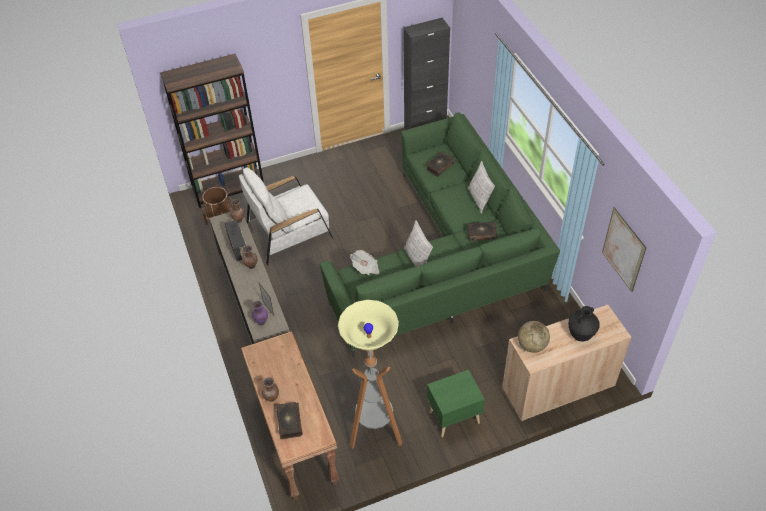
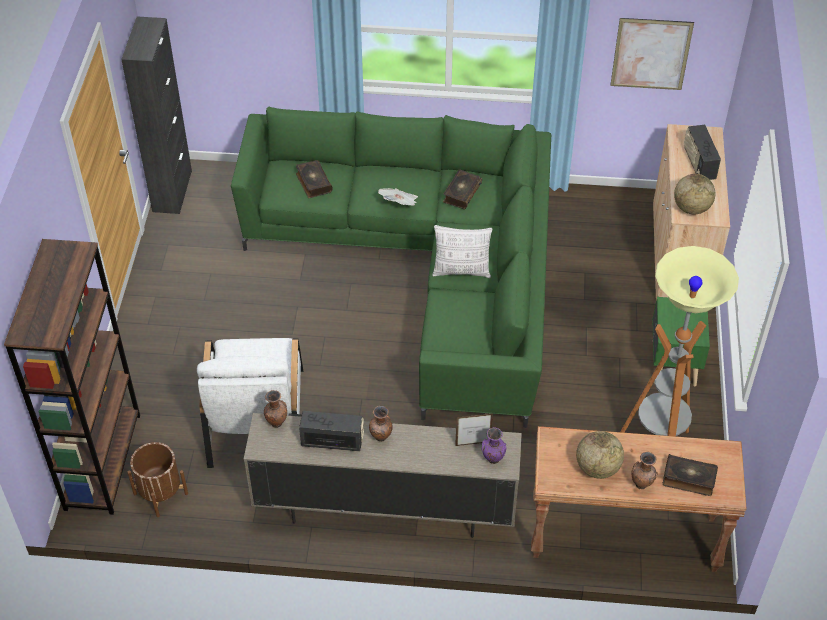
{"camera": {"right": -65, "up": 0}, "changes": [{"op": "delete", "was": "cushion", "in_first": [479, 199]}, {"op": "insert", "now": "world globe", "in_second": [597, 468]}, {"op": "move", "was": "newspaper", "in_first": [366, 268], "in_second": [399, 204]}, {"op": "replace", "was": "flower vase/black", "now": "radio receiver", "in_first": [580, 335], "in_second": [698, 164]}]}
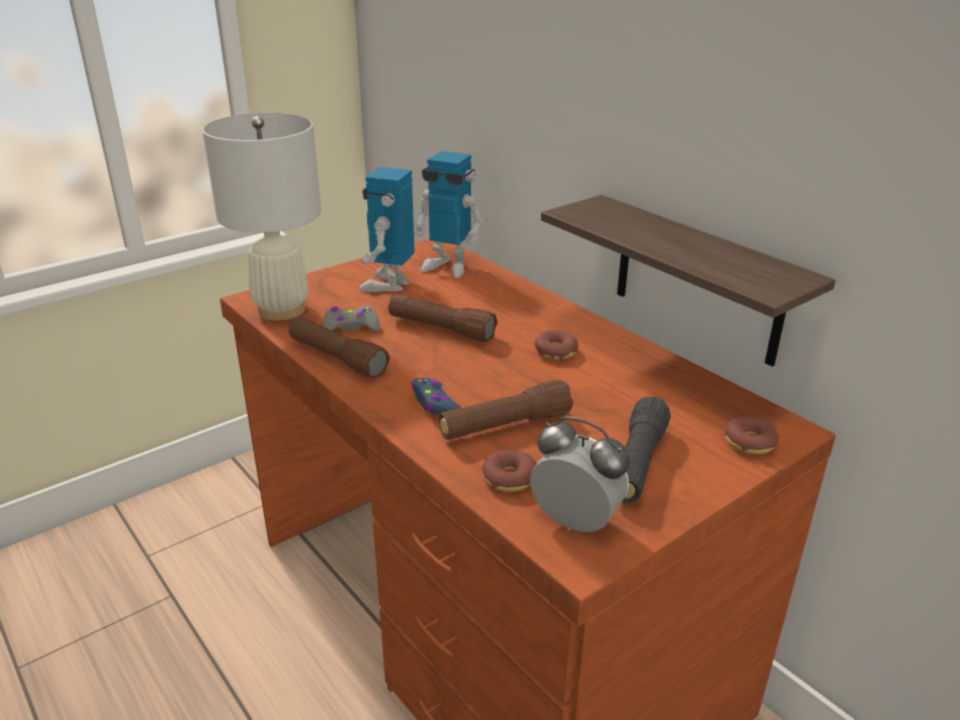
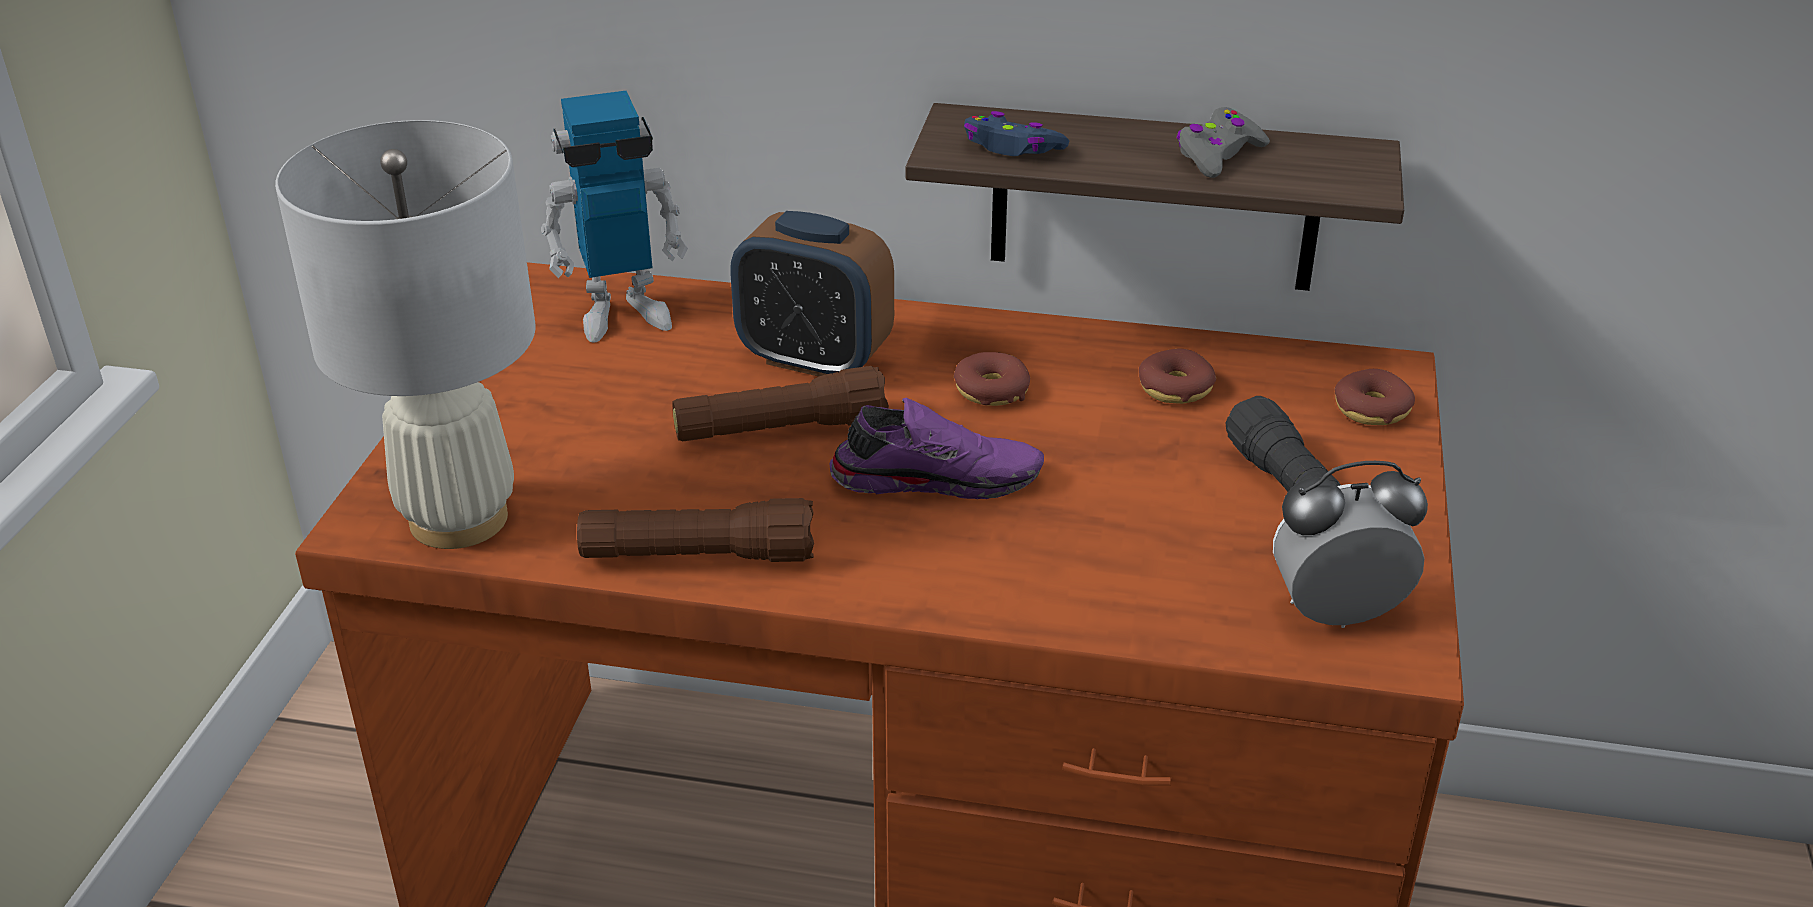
{"camera": {"right": -40, "up": 5}, "changes": [{"op": "delete", "was": "model robot", "in_first": [388, 284]}, {"op": "delete", "was": "torch/brown-coloured", "in_first": [505, 426]}, {"op": "insert", "now": "bedside clock", "in_second": [814, 359]}, {"op": "insert", "now": "low shoe/purple", "in_second": [936, 477]}, {"op": "move", "was": "gamepad/gray", "in_first": [351, 327], "in_second": [1218, 155]}, {"op": "move", "was": "gamepad/blue", "in_first": [435, 404], "in_second": [1012, 148]}, {"op": "move", "was": "doughnut", "in_first": [509, 478], "in_second": [1175, 388]}]}
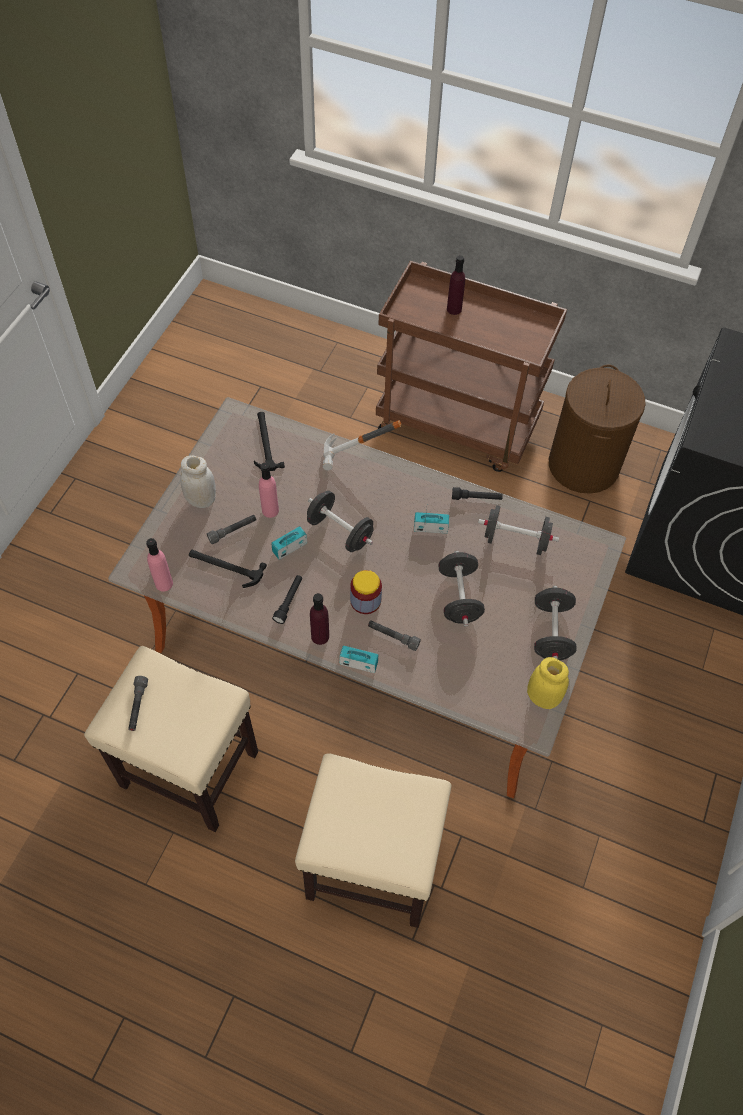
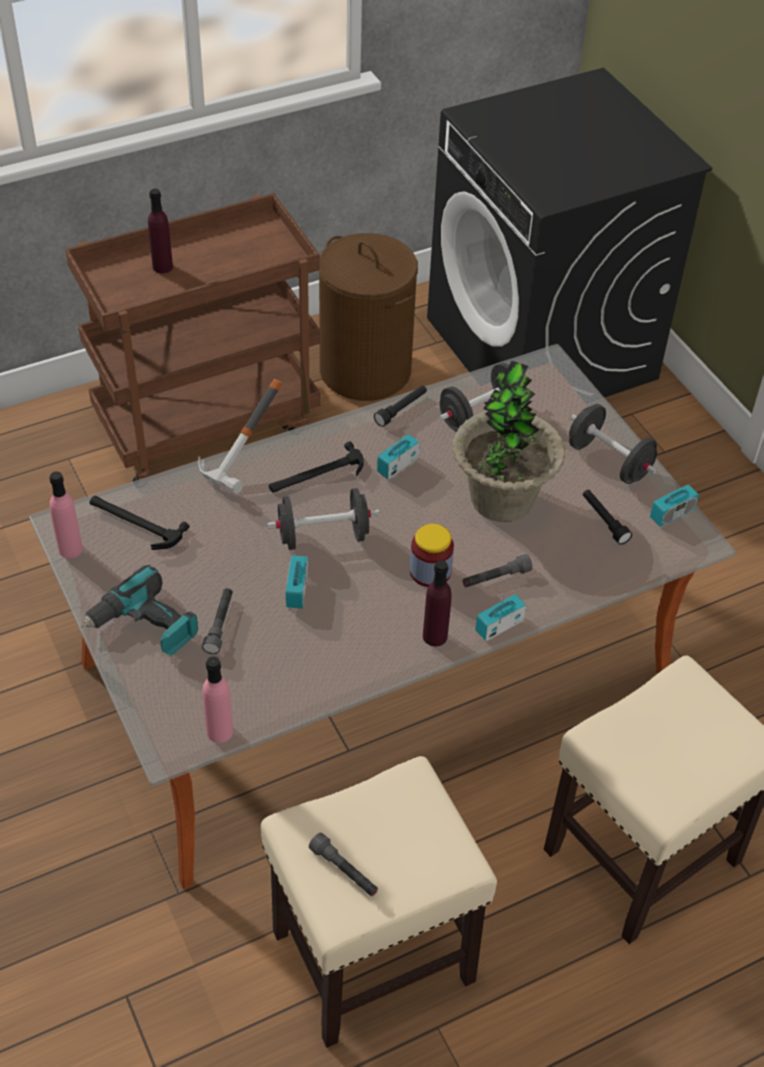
{"camera": {"right": -50, "up": -10}, "changes": [{"op": "move", "was": "hand hammer", "in_first": [225, 567], "in_second": [316, 475]}, {"op": "move", "was": "bottle/pink-coloured", "in_first": [270, 510], "in_second": [70, 549]}, {"op": "move", "was": "torch/black", "in_first": [289, 601], "in_second": [604, 521]}, {"op": "replace", "was": "storage jar/white", "now": "power drill", "in_first": [201, 500], "in_second": [144, 626]}, {"op": "replace", "was": "hand weight/black", "now": "houseplant", "in_first": [459, 597], "in_second": [501, 498]}, {"op": "replace", "was": "storage jar/yellow", "now": "radio receiver", "in_first": [542, 697], "in_second": [672, 514]}]}
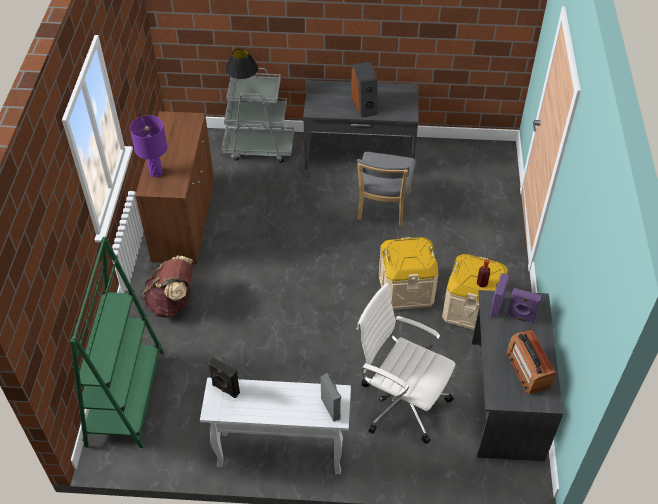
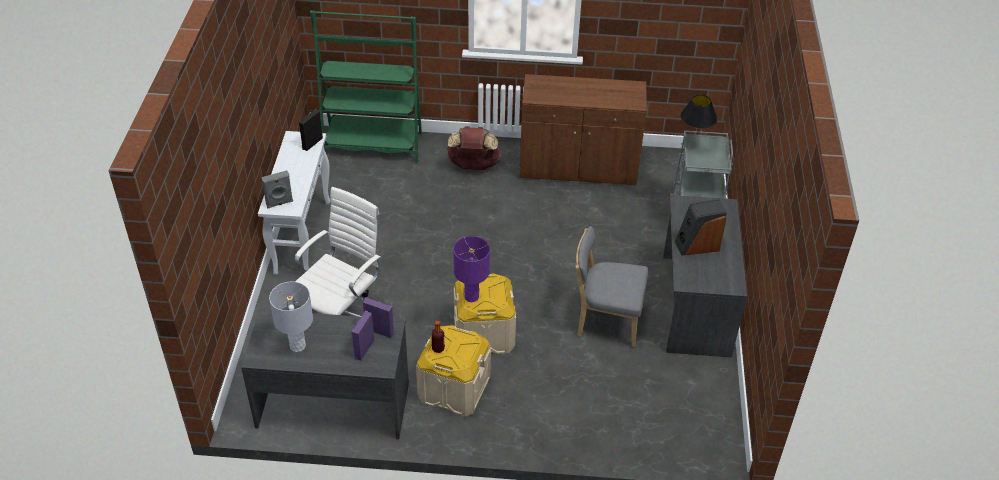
{"camera": {"right": 90, "up": -5}, "changes": [{"op": "move", "was": "lamp for a table/purple", "in_first": [156, 172], "in_second": [471, 297]}, {"op": "replace", "was": "radio receiver", "now": "lamp for a table/gray", "in_first": [527, 369], "in_second": [297, 346]}]}
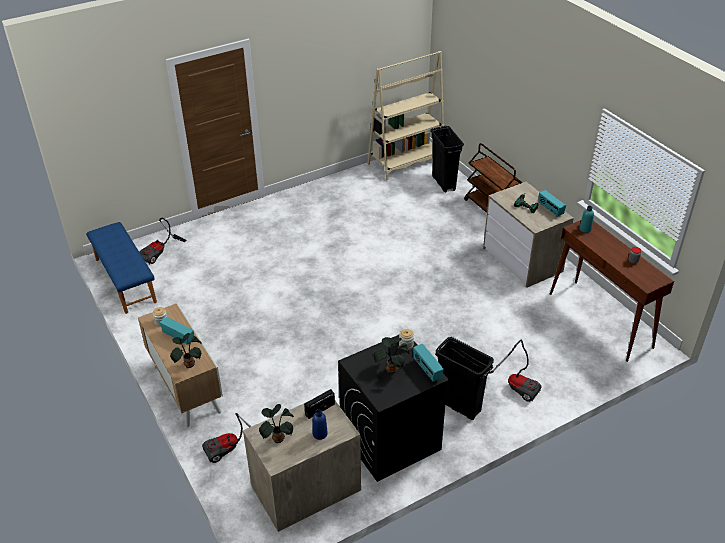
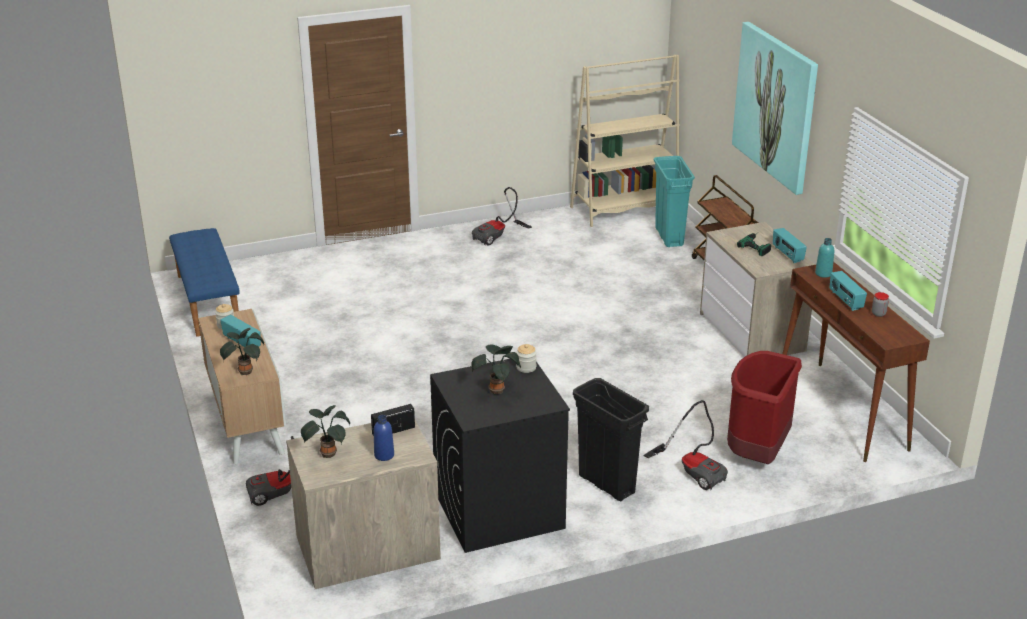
{"camera": {"right": 10, "up": -10}, "changes": [{"op": "insert", "now": "waste bin/red", "in_second": [757, 453]}, {"op": "insert", "now": "wall picture", "in_second": [776, 106]}, {"op": "move", "was": "hoover", "in_first": [160, 253], "in_second": [498, 236]}, {"op": "move", "was": "radio receiver", "in_first": [427, 370], "in_second": [845, 301]}, {"op": "recolor", "was": "waste bin/black", "now": "waste bin/blue-green", "in_first": [444, 183], "in_second": [669, 237]}]}
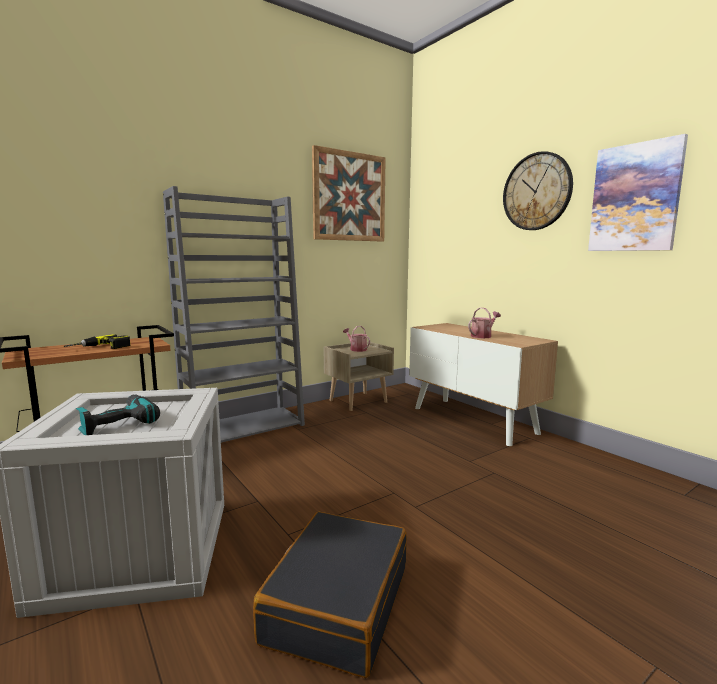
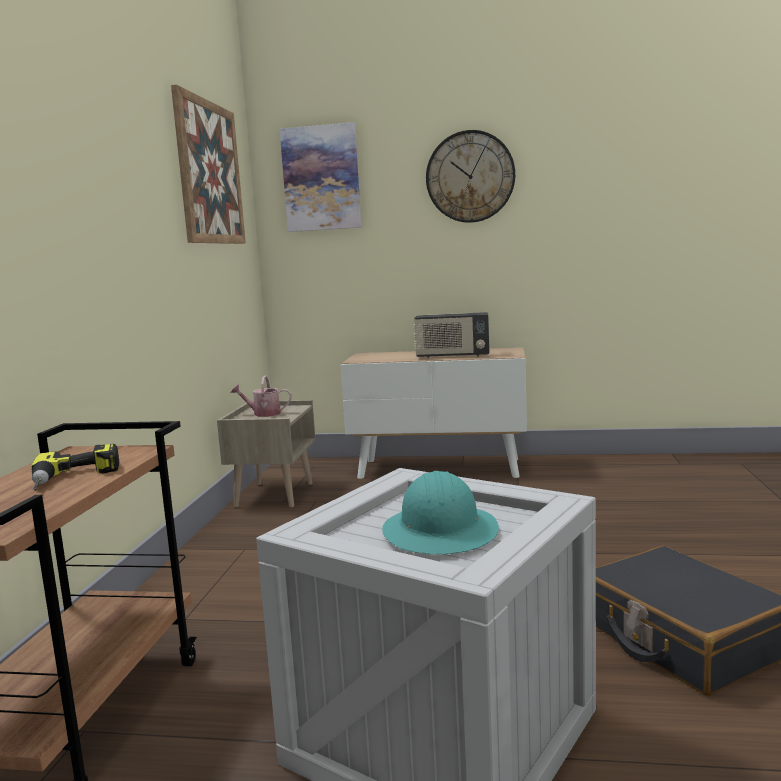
{"camera": {"right": -45, "up": 0}, "changes": [{"op": "delete", "was": "bookcase/gray", "in_first": [244, 427]}, {"op": "move", "was": "wall picture", "in_first": [635, 198], "in_second": [321, 178]}, {"op": "replace", "was": "power drill", "now": "work helmet/blue-green", "in_first": [118, 423], "in_second": [441, 532]}, {"op": "replace", "was": "watering can", "now": "radio receiver", "in_first": [483, 336], "in_second": [452, 356]}]}
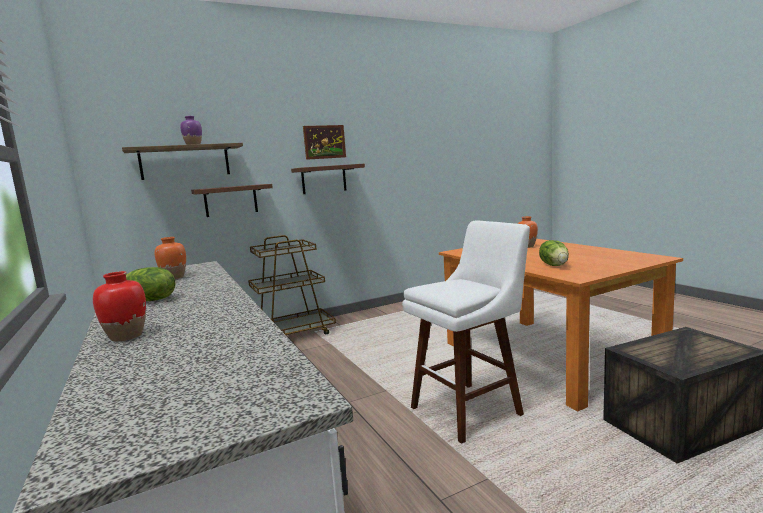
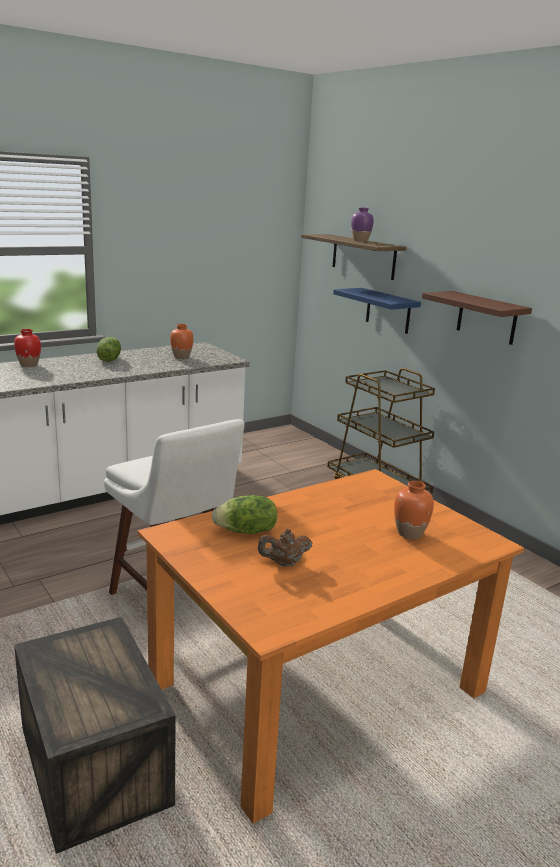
{"camera": {"right": 80, "up": 10}, "changes": [{"op": "delete", "was": "wall picture", "in_first": [324, 142]}, {"op": "insert", "now": "pot for tea/brown-coloured", "in_second": [284, 563]}, {"op": "recolor", "was": "bracket shelf/brown-coloured", "now": "bracket shelf/blue", "in_first": [231, 200], "in_second": [388, 311]}]}
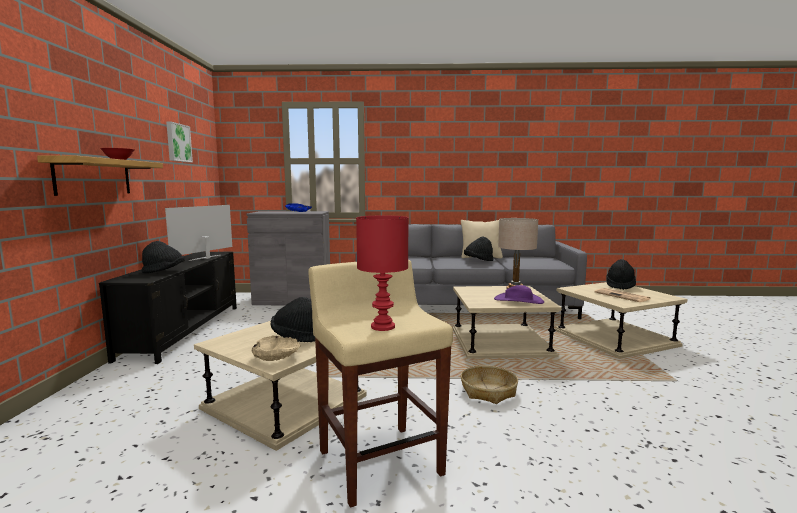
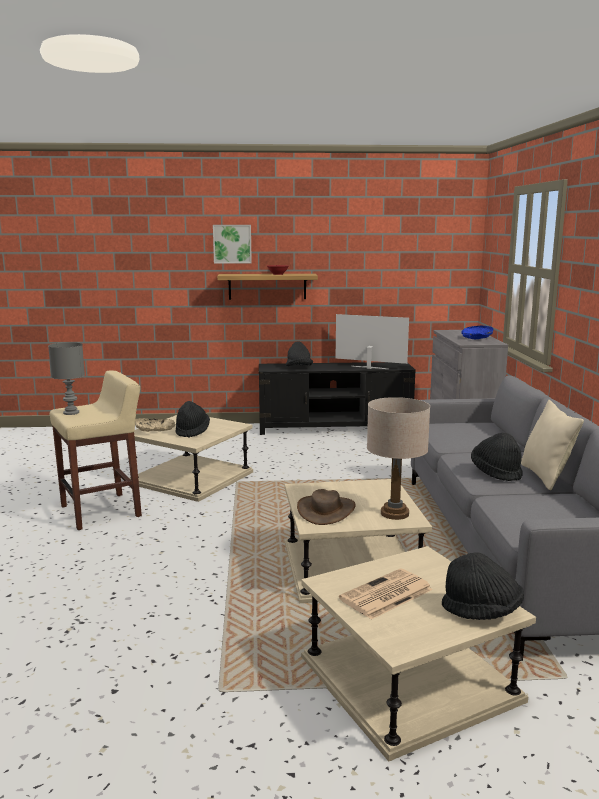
{"camera": {"right": 85, "up": 5}, "changes": [{"op": "delete", "was": "household basket", "in_first": [488, 391]}, {"op": "move", "was": "wall picture", "in_first": [177, 142], "in_second": [232, 244]}, {"op": "recolor", "was": "lamp for a table/red", "now": "lamp for a table/gray", "in_first": [382, 326], "in_second": [72, 413]}, {"op": "recolor", "was": "clothing hat/purple", "now": "clothing hat/brown-coloured", "in_first": [518, 300], "in_second": [326, 510]}]}
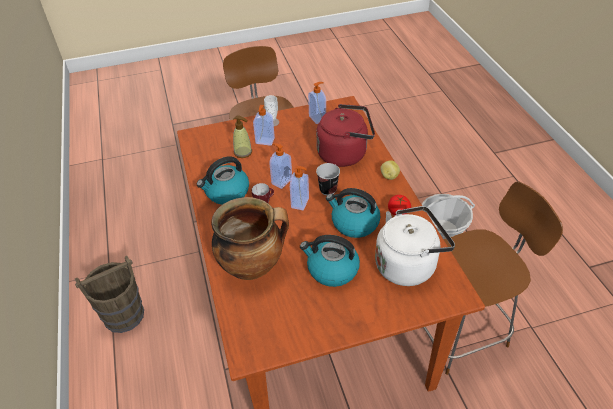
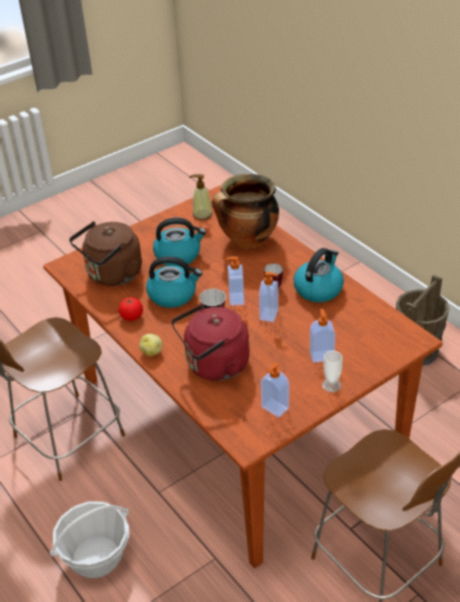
{"camera": {"right": 160, "up": -5}, "changes": [{"op": "move", "was": "soap bottle", "in_first": [243, 152], "in_second": [202, 215]}, {"op": "recolor", "was": "water kettle/white", "now": "water kettle/brown-coloured", "in_first": [408, 264], "in_second": [112, 275]}]}
